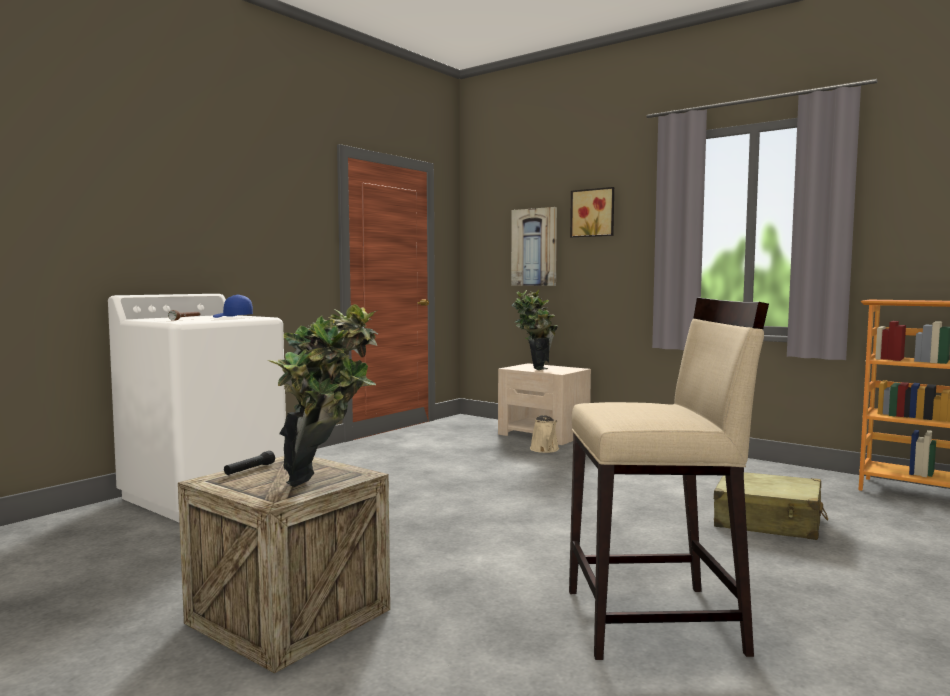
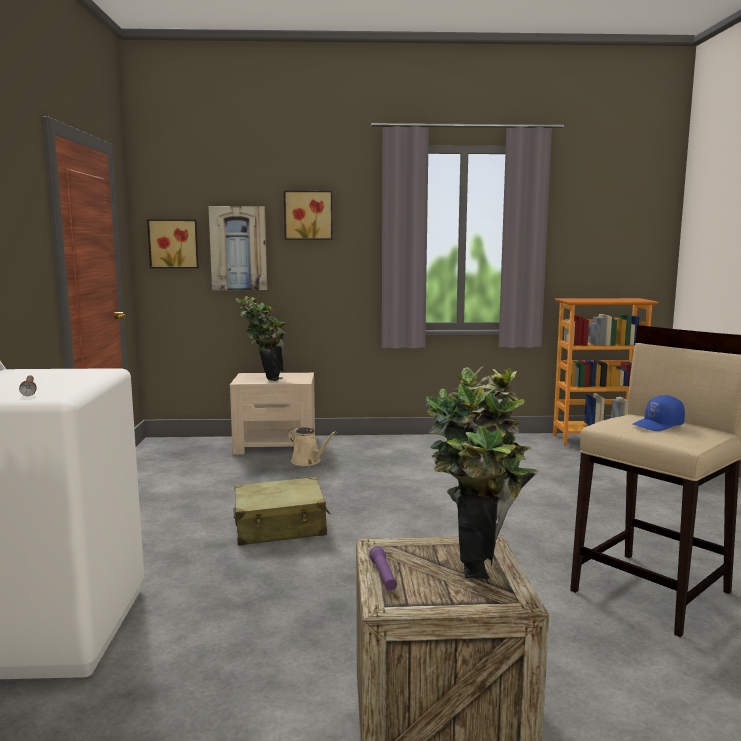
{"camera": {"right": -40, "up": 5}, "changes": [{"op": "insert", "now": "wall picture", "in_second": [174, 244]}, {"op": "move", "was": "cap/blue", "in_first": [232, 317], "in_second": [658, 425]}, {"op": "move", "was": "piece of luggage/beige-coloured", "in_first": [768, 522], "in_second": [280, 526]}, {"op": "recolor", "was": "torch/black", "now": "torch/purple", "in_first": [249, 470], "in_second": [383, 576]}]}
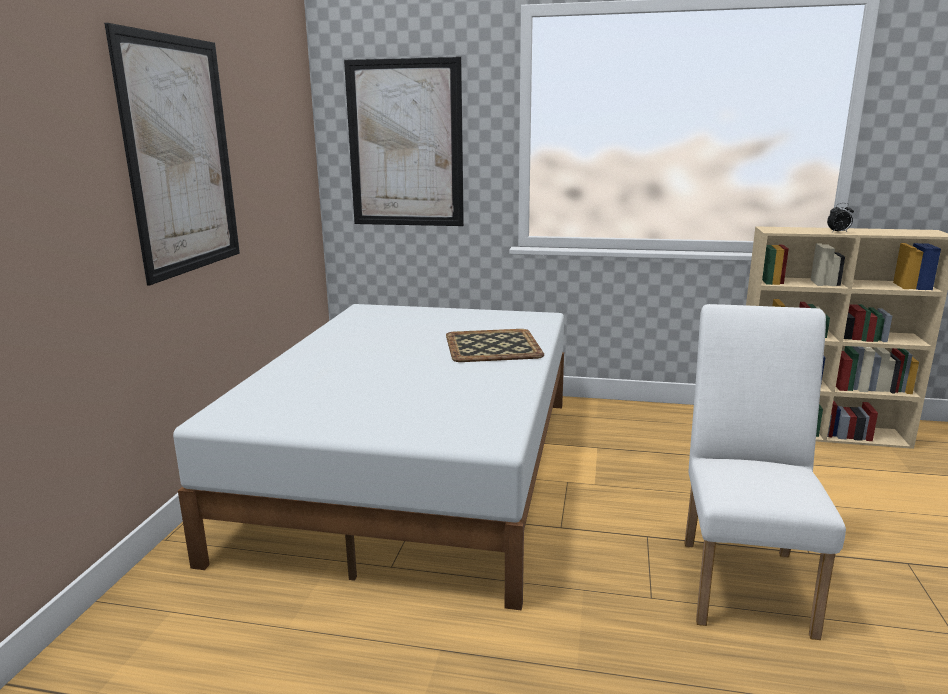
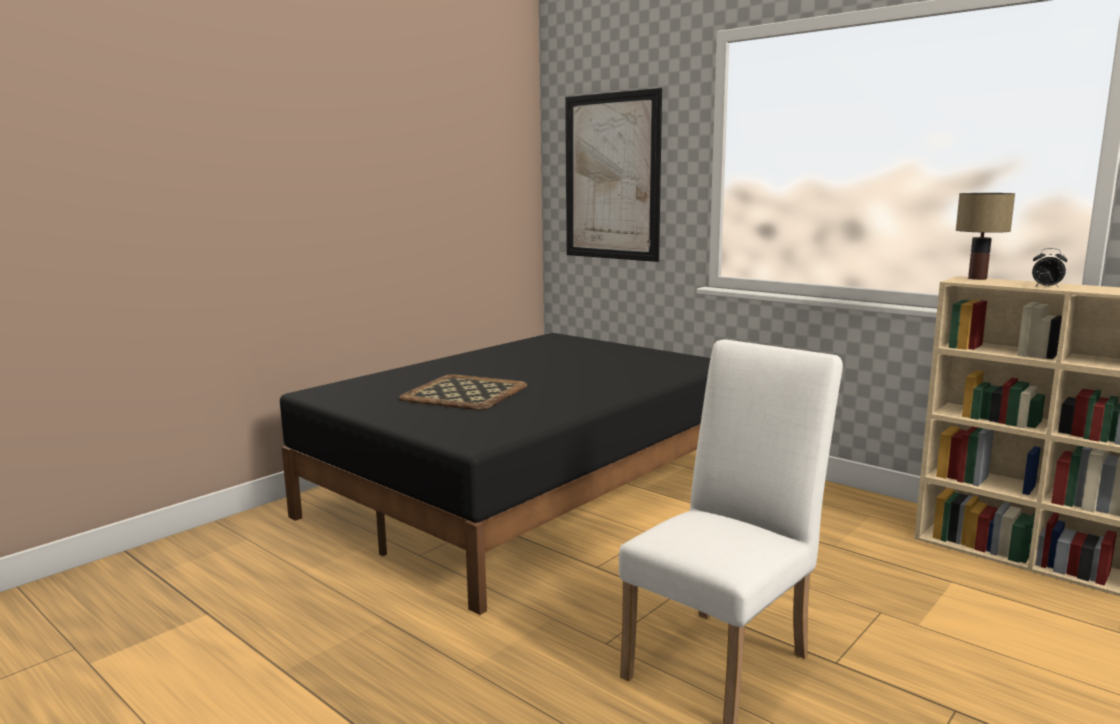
{"camera": {"right": 30, "up": -5}, "changes": [{"op": "delete", "was": "wall picture", "in_first": [181, 156]}, {"op": "insert", "now": "lamp for a table", "in_second": [978, 278]}, {"op": "move", "was": "tray", "in_first": [492, 346], "in_second": [463, 393]}, {"op": "recolor", "was": "bed/white", "now": "bed/black", "in_first": [417, 470], "in_second": [528, 492]}]}
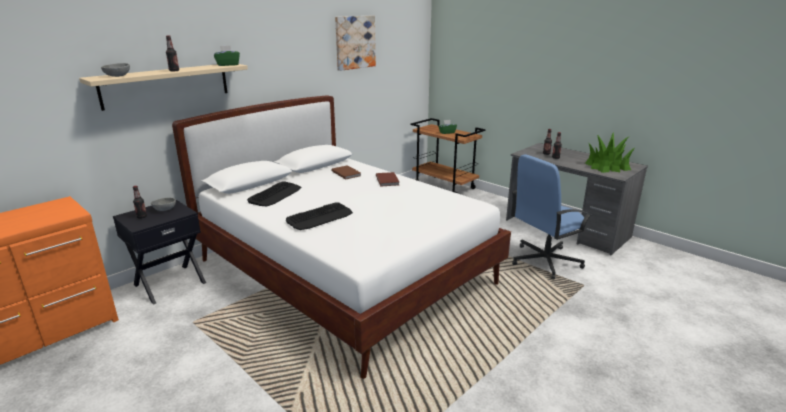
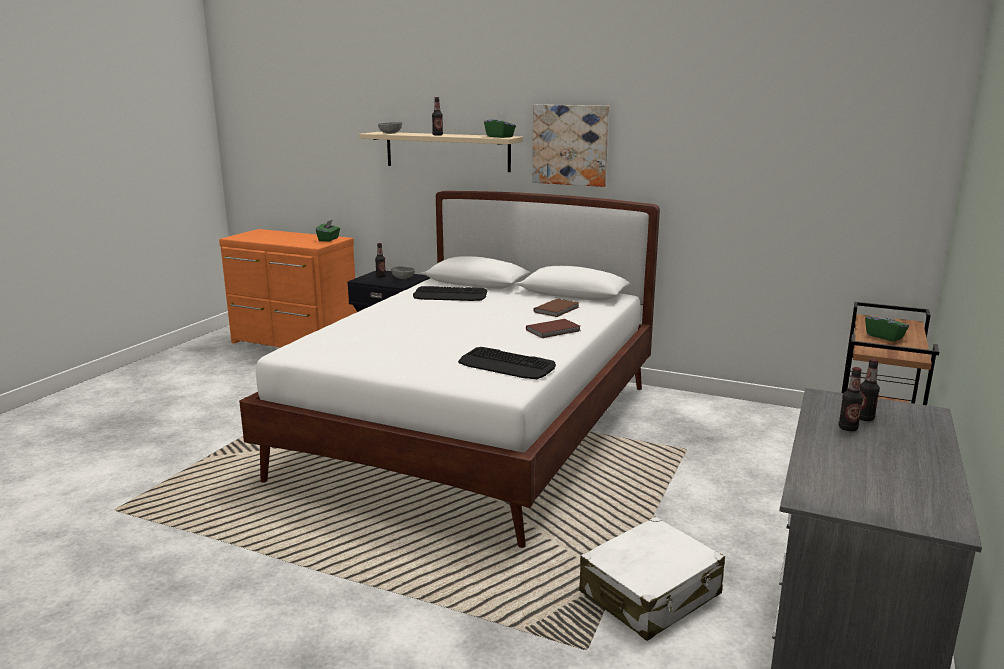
{"camera": {"right": 70, "up": -5}, "changes": [{"op": "delete", "was": "houseplant", "in_first": [607, 166]}, {"op": "insert", "now": "tissue box/green", "in_second": [329, 239]}, {"op": "move", "was": "keyboard", "in_first": [320, 217], "in_second": [506, 365]}, {"op": "move", "was": "wall picture", "in_first": [355, 42], "in_second": [570, 145]}, {"op": "replace", "was": "office chair/blue", "now": "piece of luggage/white", "in_first": [544, 261], "in_second": [650, 594]}]}
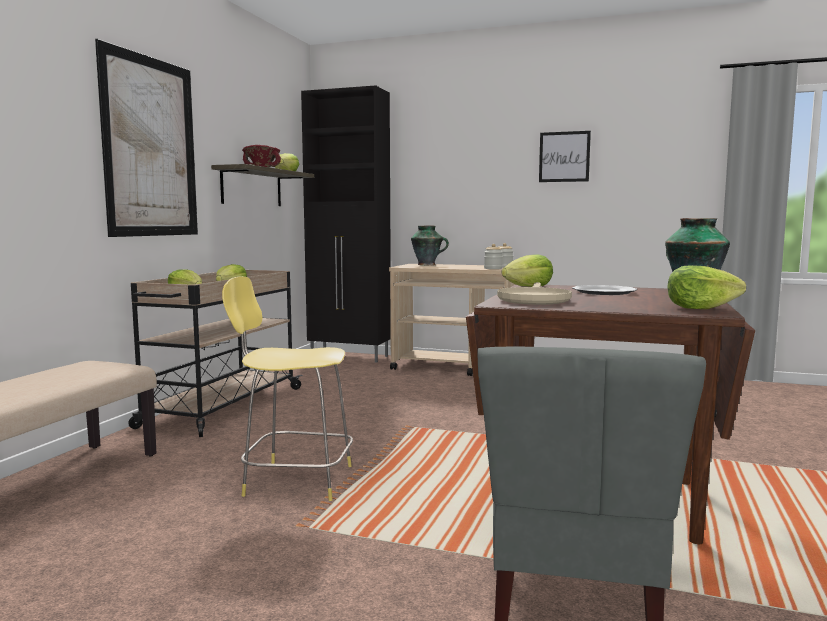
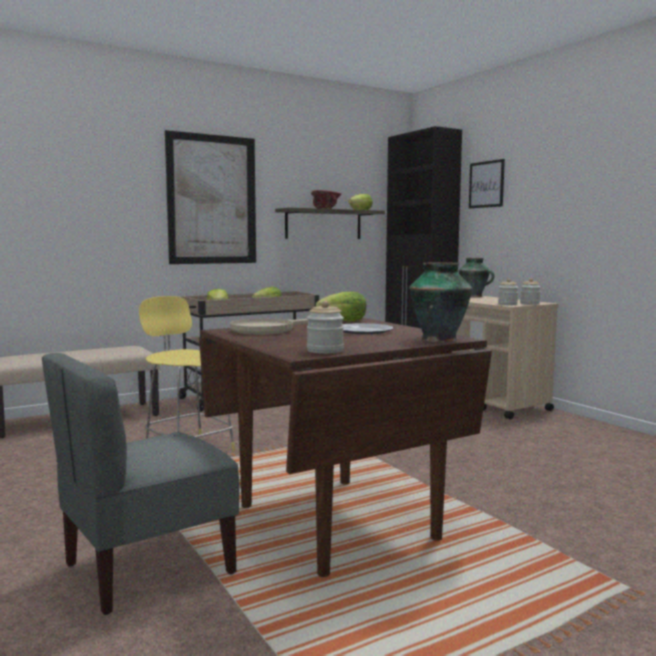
{"camera": {"right": 40, "up": 0}, "changes": [{"op": "move", "was": "wall picture", "in_first": [564, 157], "in_second": [486, 184]}, {"op": "replace", "was": "lettuce", "now": "storage jar", "in_first": [700, 308], "in_second": [325, 350]}]}
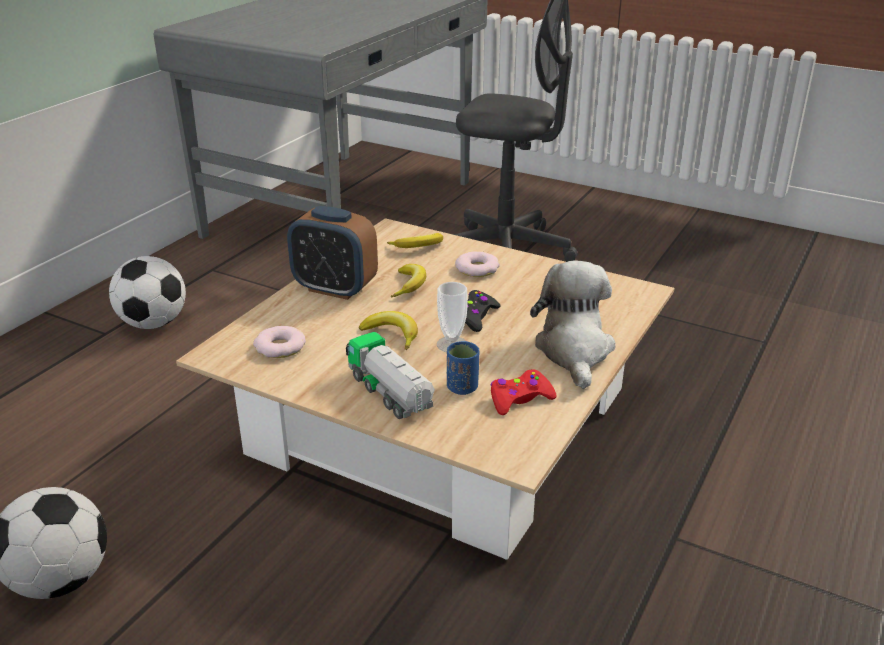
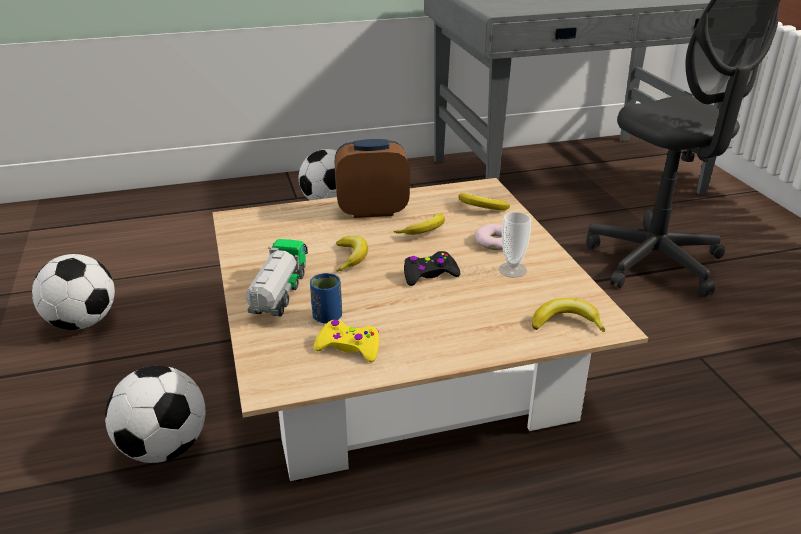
{"camera": {"right": 45, "up": 0}, "changes": [{"op": "delete", "was": "doughnut", "in_first": [280, 347]}, {"op": "delete", "was": "soft toy", "in_first": [574, 351]}, {"op": "insert", "now": "football ball", "in_second": [164, 448]}, {"op": "insert", "now": "banana", "in_second": [566, 322]}, {"op": "move", "was": "drinking cup", "in_first": [452, 344], "in_second": [512, 270]}, {"op": "recolor", "was": "gamepad/red", "now": "gamepad/yellow", "in_first": [520, 399], "in_second": [349, 347]}, {"op": "rotate", "was": "bedside clock", "in_first": [335, 288], "in_second": [372, 211], "clockwise": 105}]}
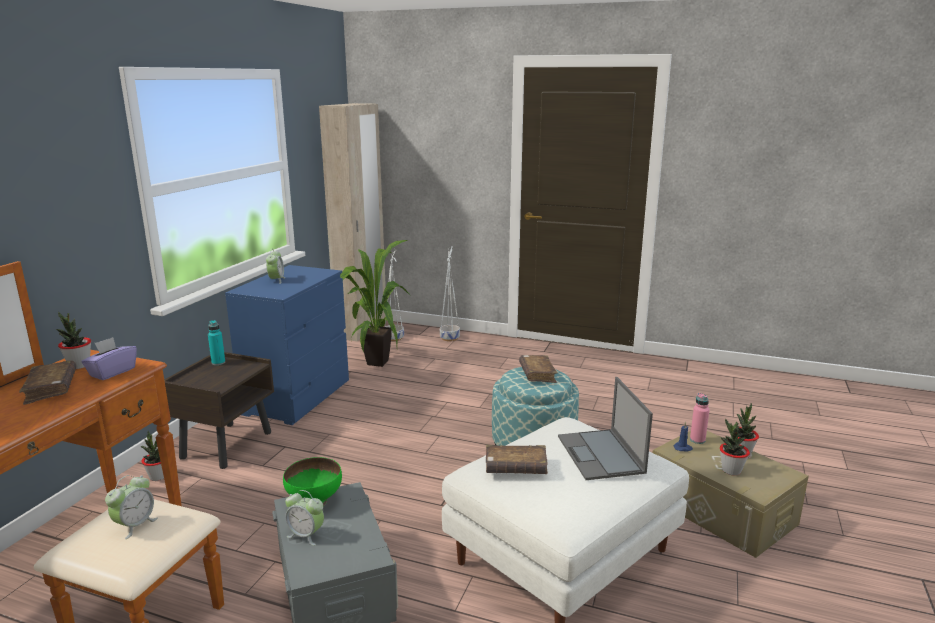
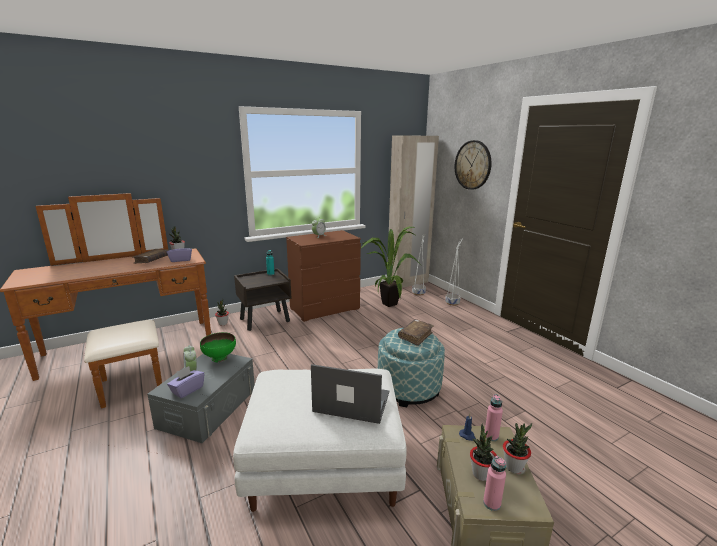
{"camera": {"right": 40, "up": 0}, "changes": [{"op": "delete", "was": "bedside clock", "in_first": [135, 525]}, {"op": "delete", "was": "book/brown-coloured", "in_first": [515, 468]}, {"op": "insert", "now": "tissue box/purple", "in_second": [187, 390]}, {"op": "insert", "now": "wall clock", "in_second": [473, 165]}, {"op": "insert", "now": "bottle/pink-coloured", "in_second": [492, 503]}, {"op": "recolor", "was": "drawer chest/blue", "now": "drawer chest/brown-coloured", "in_first": [297, 397], "in_second": [325, 309]}, {"op": "rotate", "was": "laptop", "in_first": [601, 455], "in_second": [351, 402], "clockwise": 75}]}
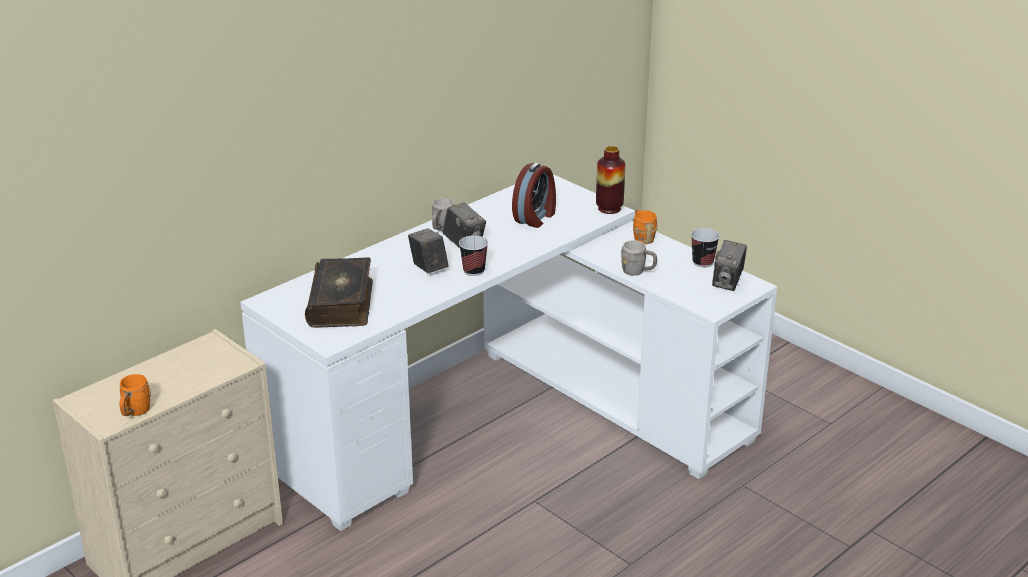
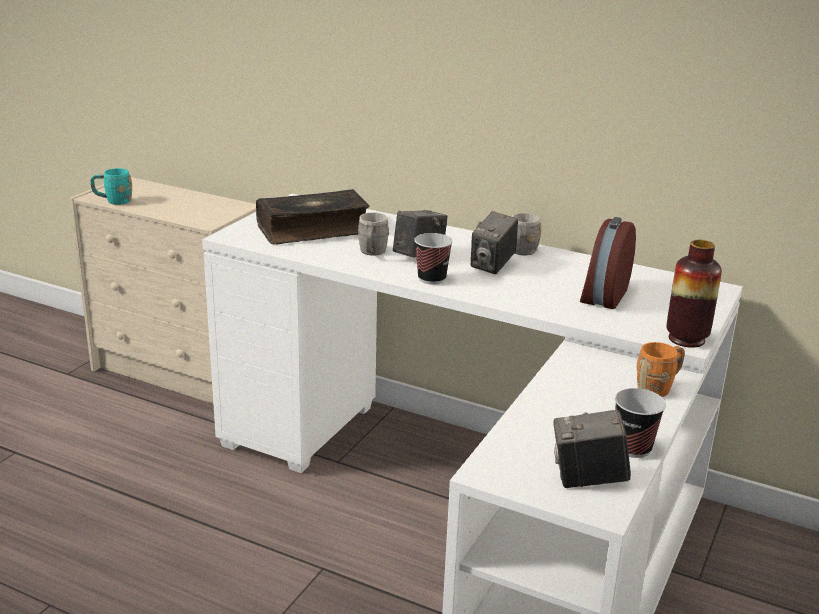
{"camera": {"right": 70, "up": -5}, "changes": [{"op": "move", "was": "mug/gray", "in_first": [638, 272], "in_second": [372, 253]}, {"op": "recolor", "was": "mug/orangey", "now": "mug/blue-green", "in_first": [135, 413], "in_second": [113, 201]}, {"op": "rotate", "was": "bedside clock", "in_first": [536, 217], "in_second": [603, 295], "clockwise": 105}]}
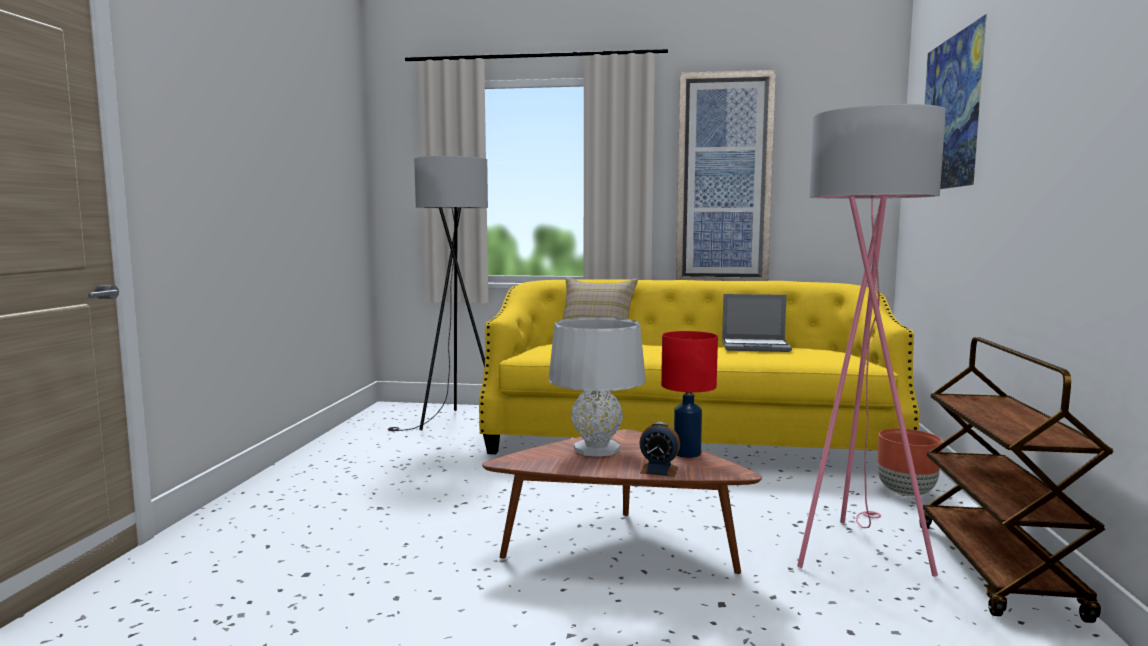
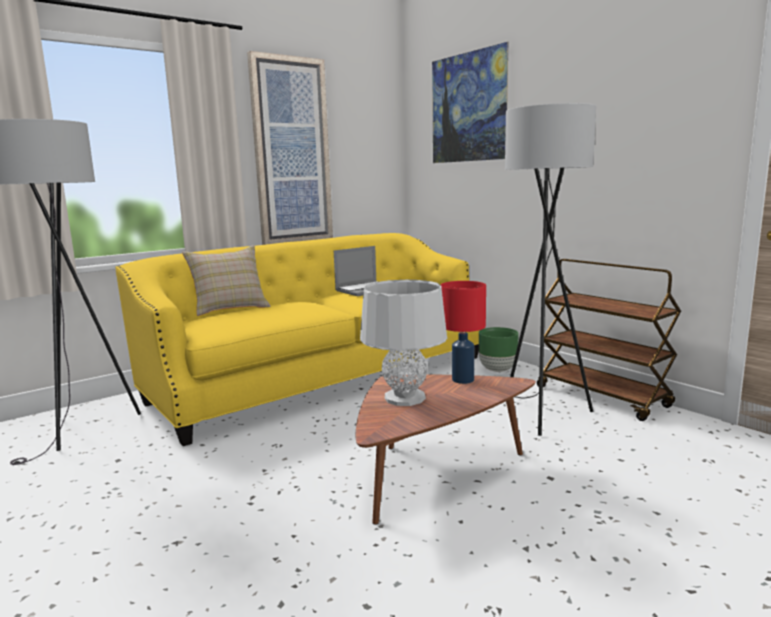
{"camera": {"right": -45, "up": 5}, "changes": [{"op": "delete", "was": "bedside clock", "in_first": [659, 470]}, {"op": "recolor", "was": "standing lamp/pink-coloured", "now": "standing lamp/black", "in_first": [853, 549], "in_second": [538, 413]}, {"op": "recolor", "was": "flower pot/brown-coloured", "now": "flower pot/green", "in_first": [906, 492], "in_second": [498, 369]}]}
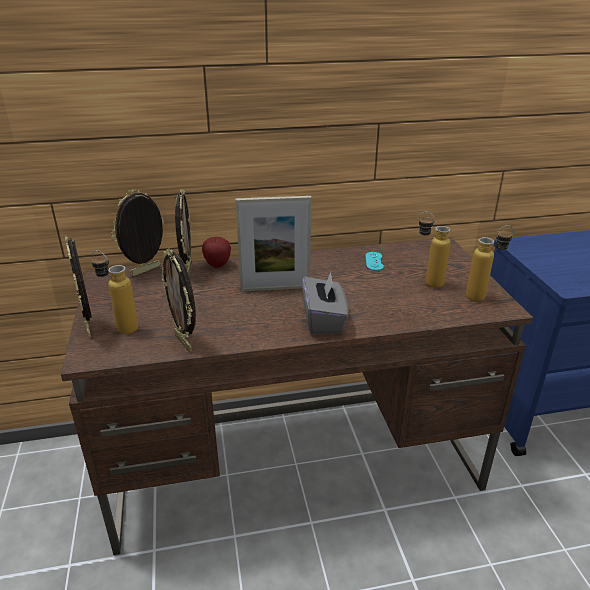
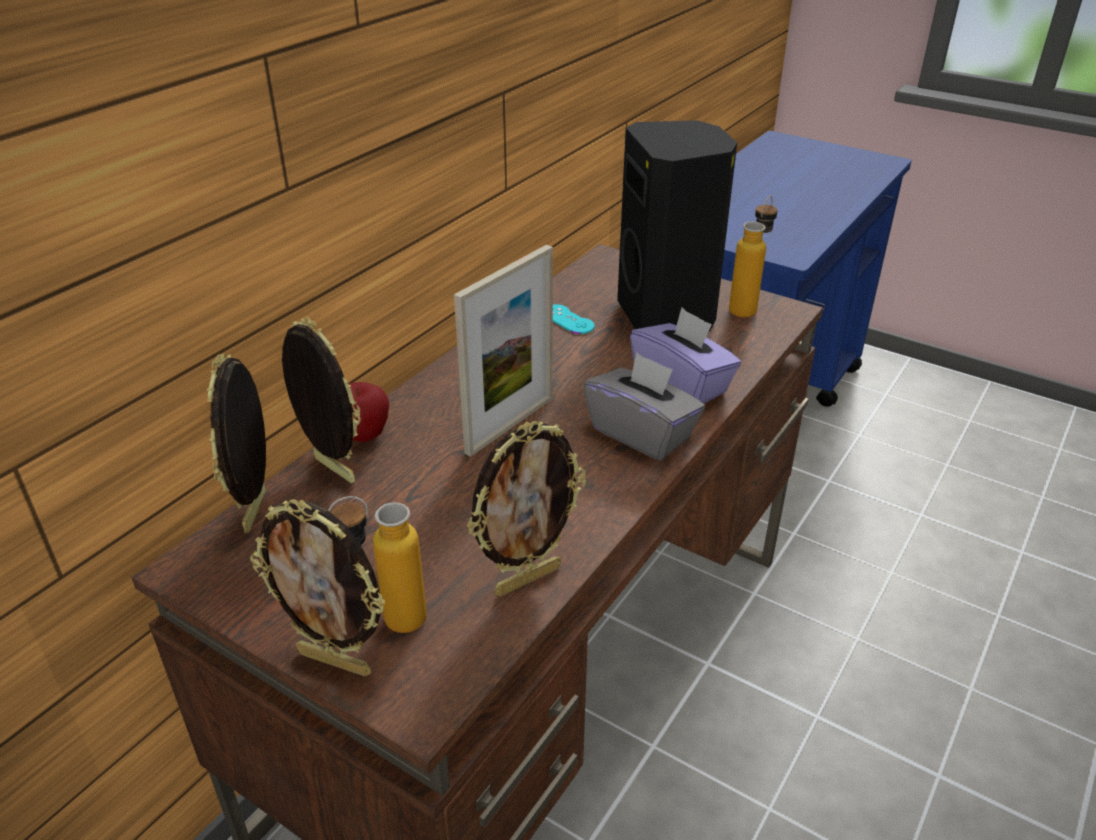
{"camera": {"right": -45, "up": 5}, "changes": [{"op": "insert", "now": "tissue box/purple", "in_second": [682, 384]}, {"op": "replace", "was": "bottle", "now": "audio speaker/black", "in_first": [427, 282], "in_second": [668, 317]}, {"op": "rotate", "was": "standing frame", "in_first": [184, 342], "in_second": [527, 579], "clockwise": -45}]}
